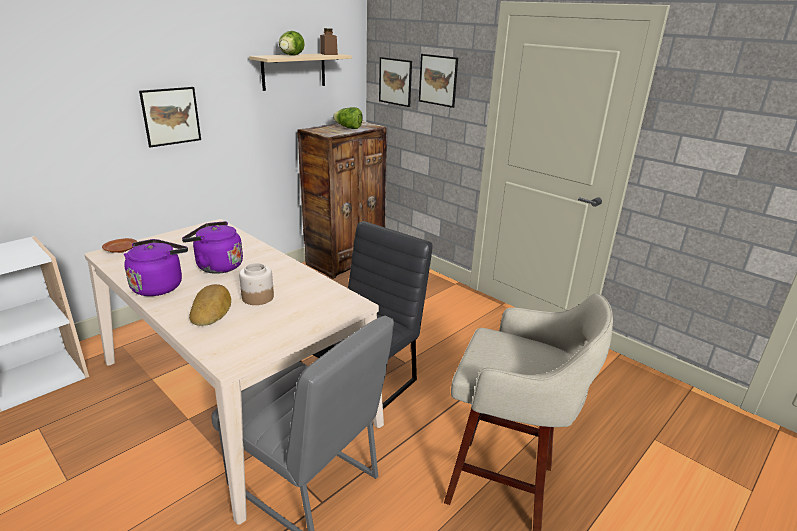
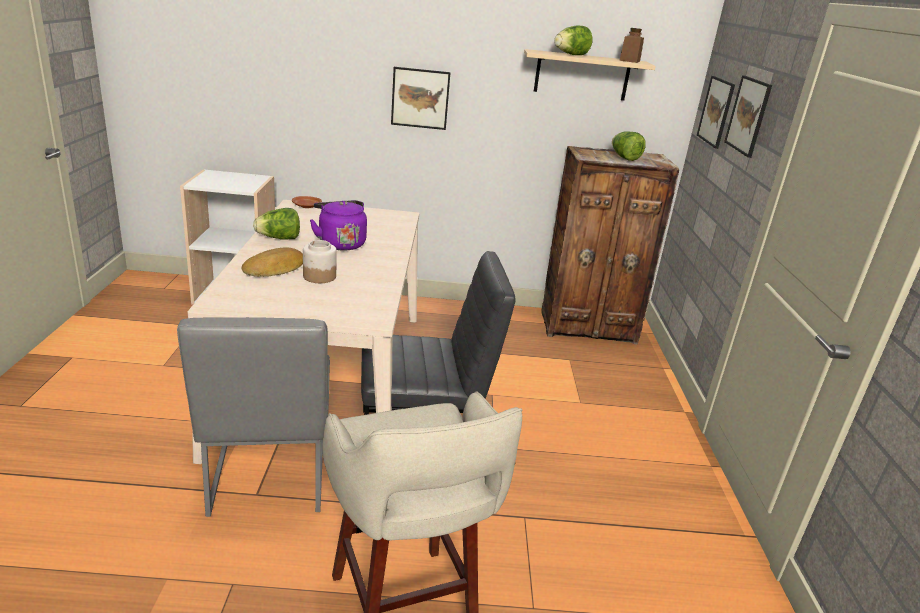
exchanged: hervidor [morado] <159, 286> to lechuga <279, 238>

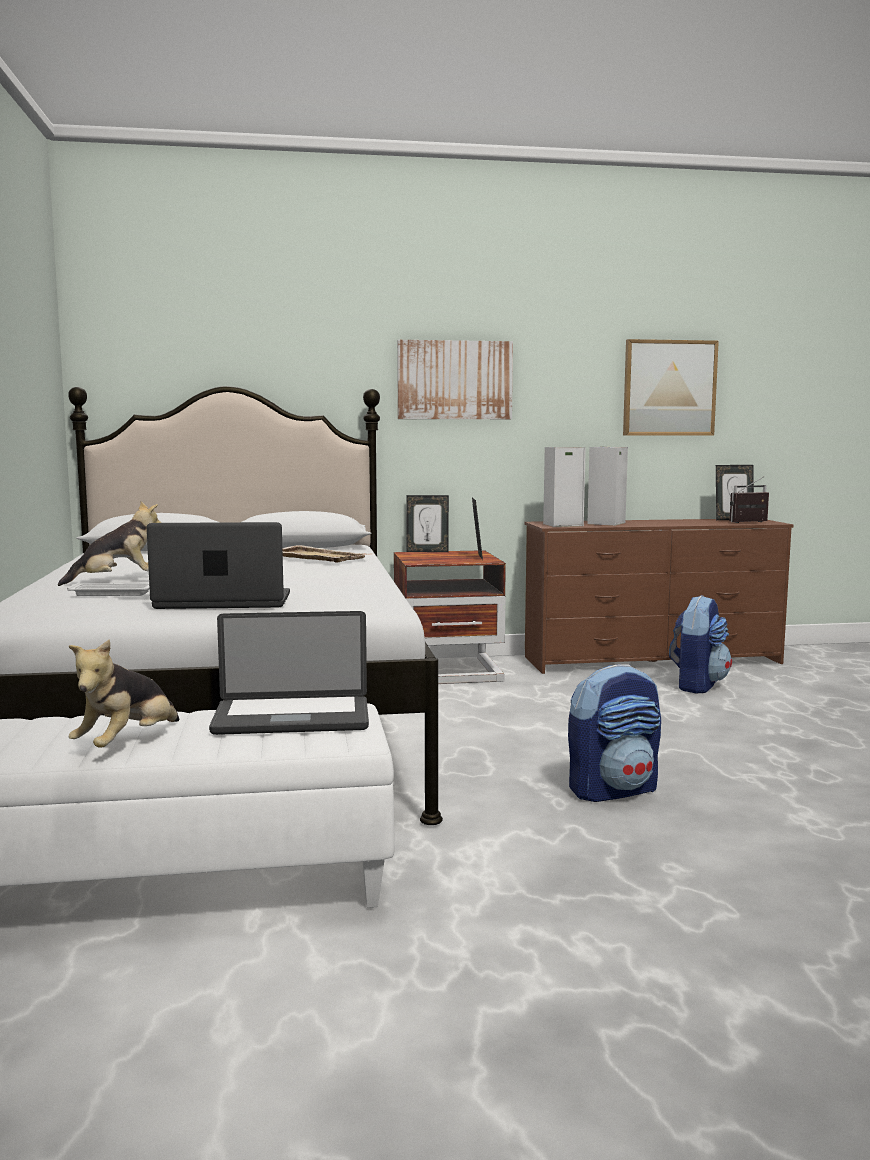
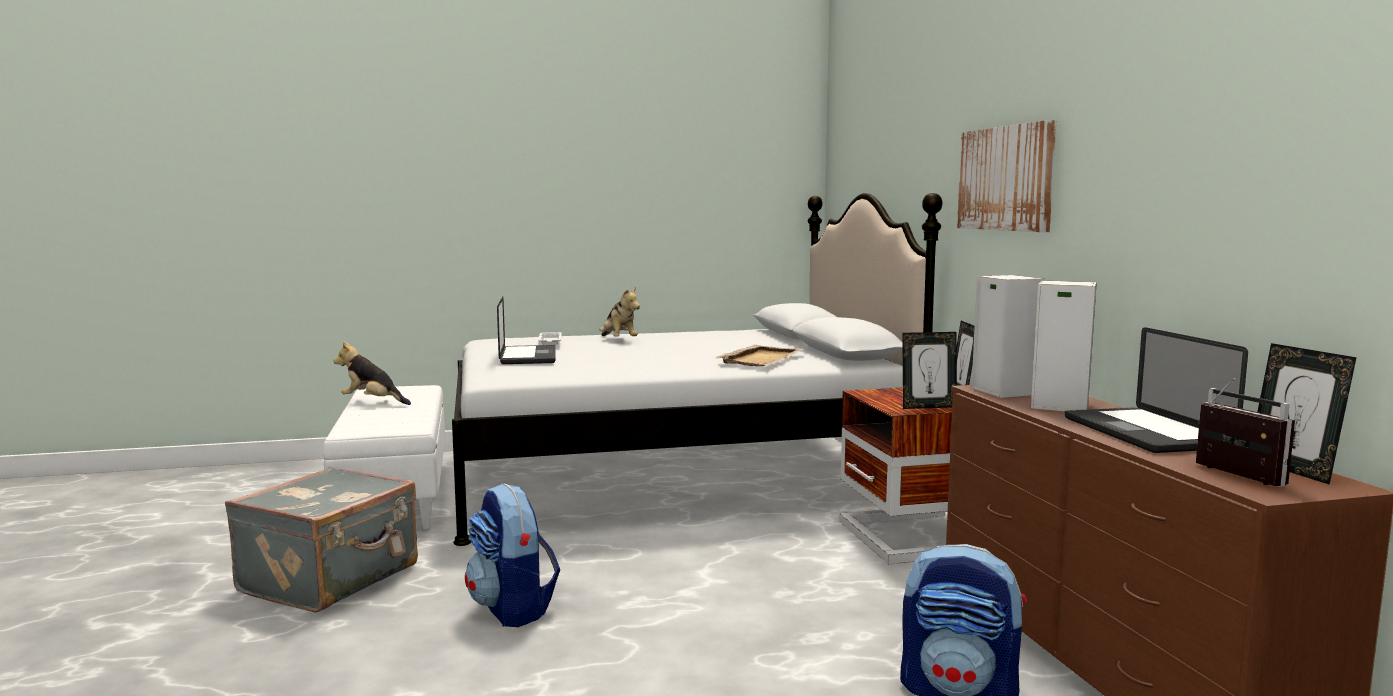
missing: cuadro <669, 388>
appeared: maleta [gris] <332, 579>
relocated: portátil <292, 718> to <1145, 432>

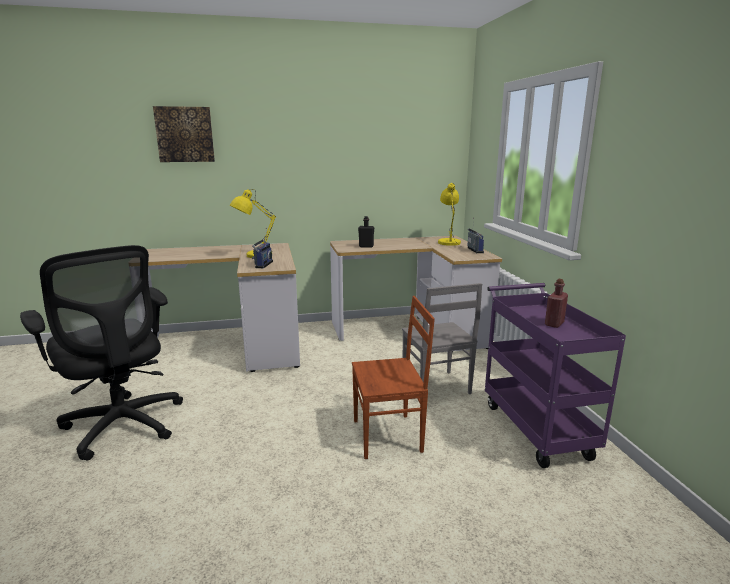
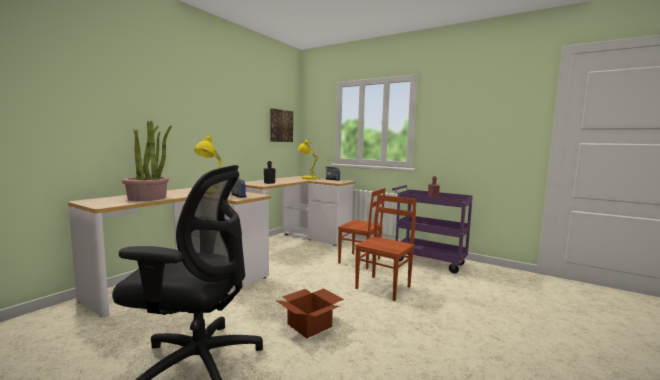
appeared: planta en maceta <147, 198>; caja de cartón <311, 325>
relocated: cuadro <185, 134> to <280, 126>
colour: silla [gris] <435, 387> to silla [marrón] <360, 261>

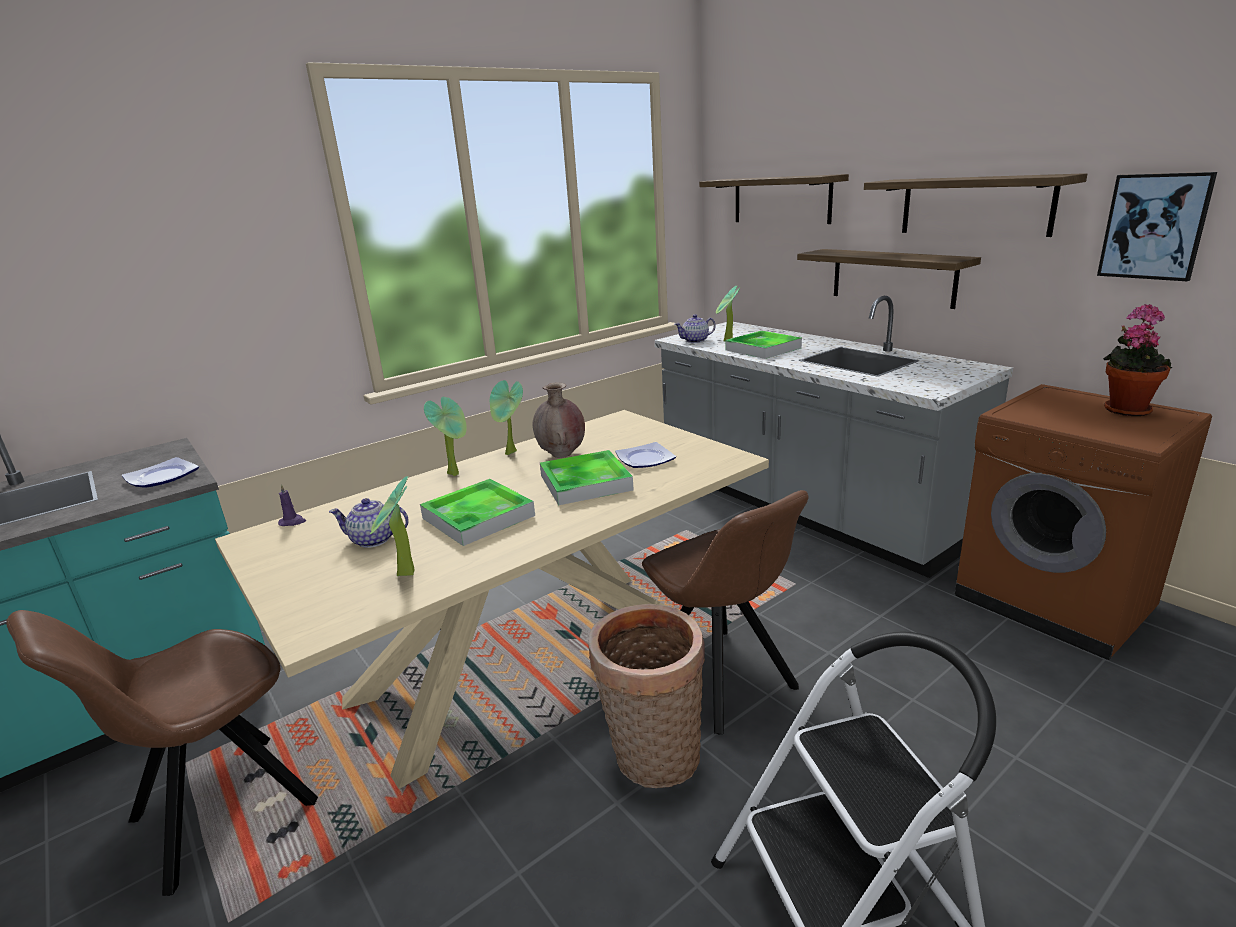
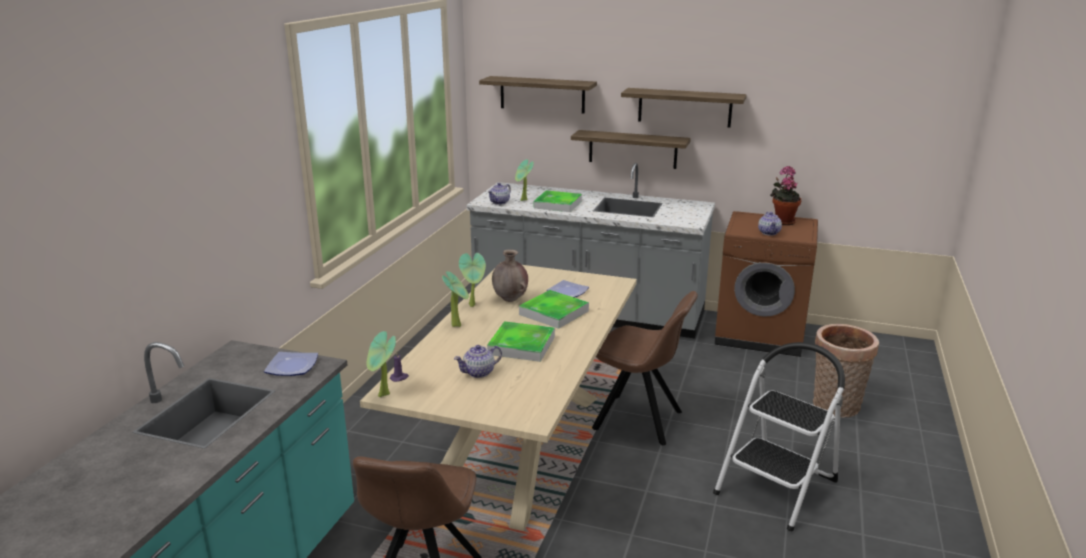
missing: cuadro <1154, 226>
appeared: tetera <769, 232>
relocated: planta en maceta <403, 576> to <383, 396>; cesta <652, 759> to <835, 408>

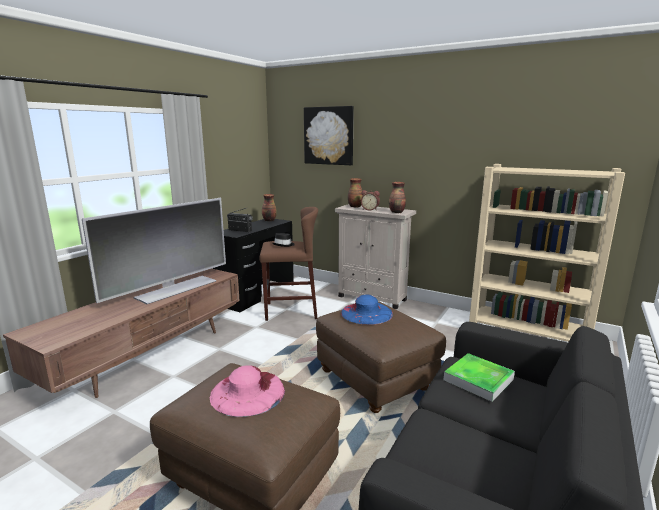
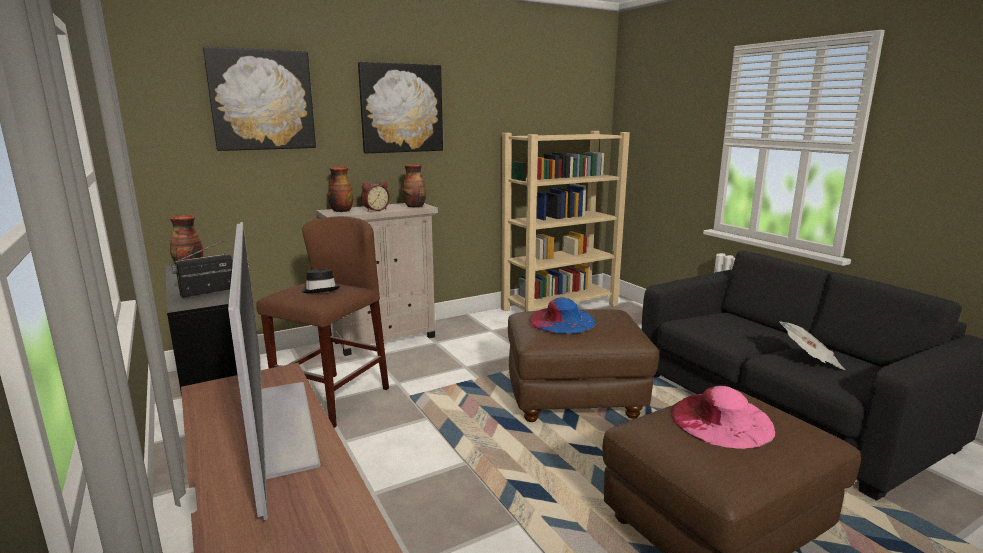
missing: bandeja <478, 379>
appeared: cuadro <401, 108>; periódico <809, 360>

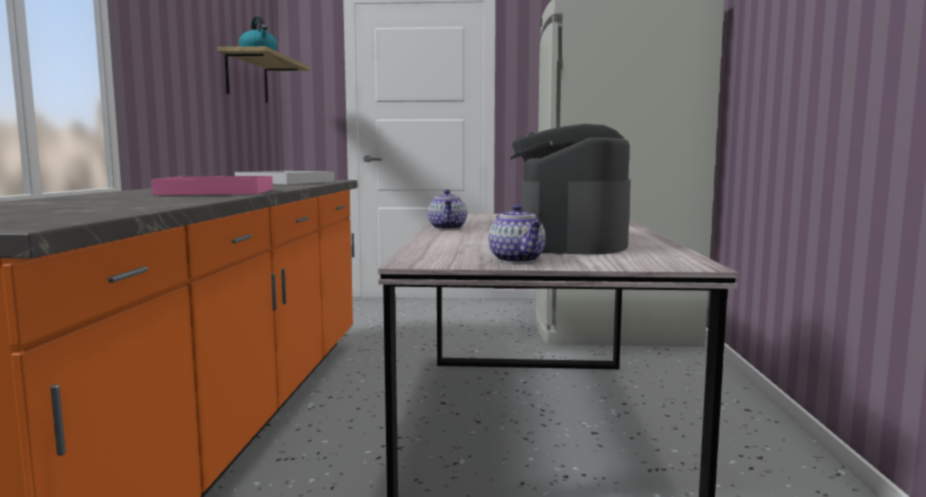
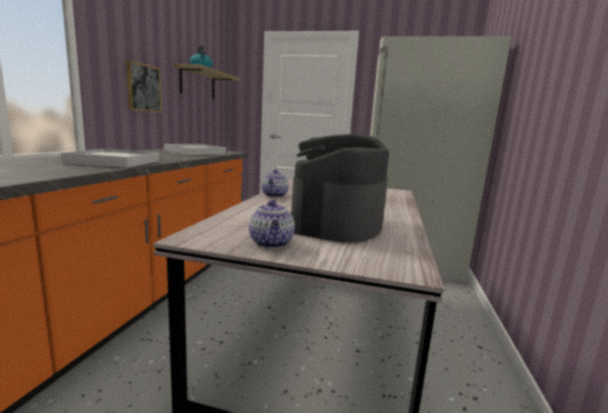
appeared: cuadro <143, 88>
colour: bandeja [rosa] <217, 192> to bandeja [blanco] <114, 162>

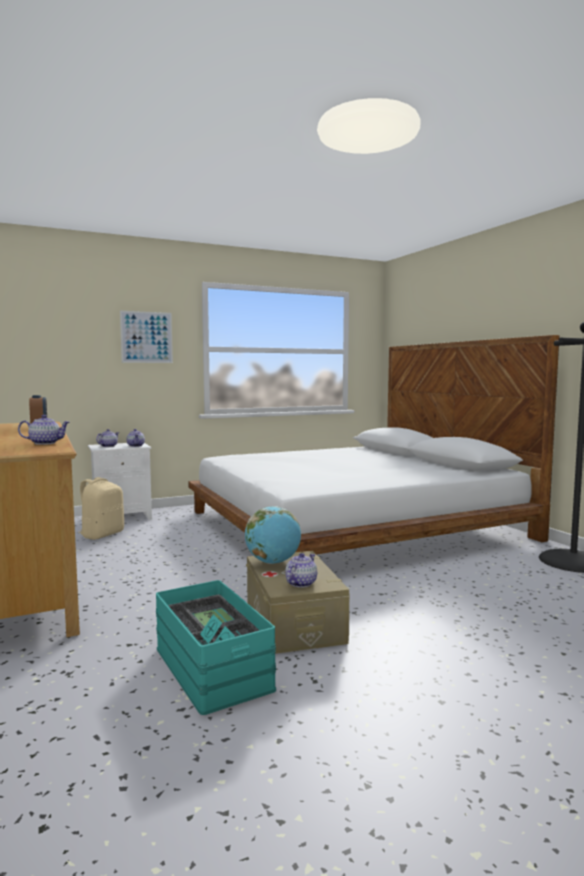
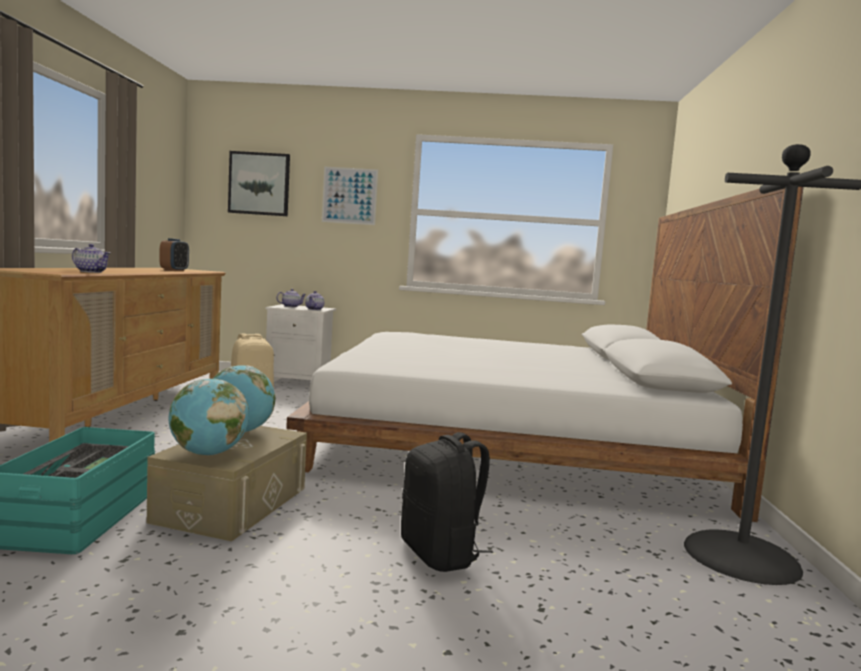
appeared: cuadro <259, 184>; mochila [negro] <441, 554>
exchanged: tetera <301, 583> to globo terráqueo <208, 454>

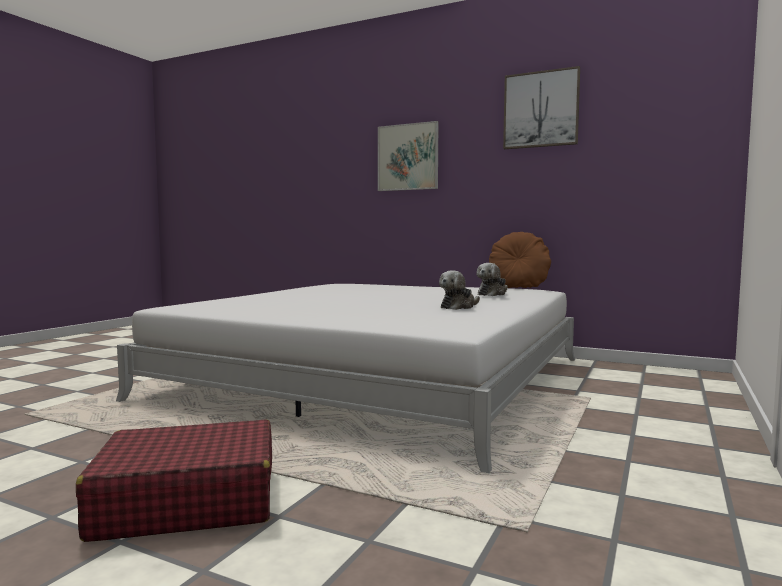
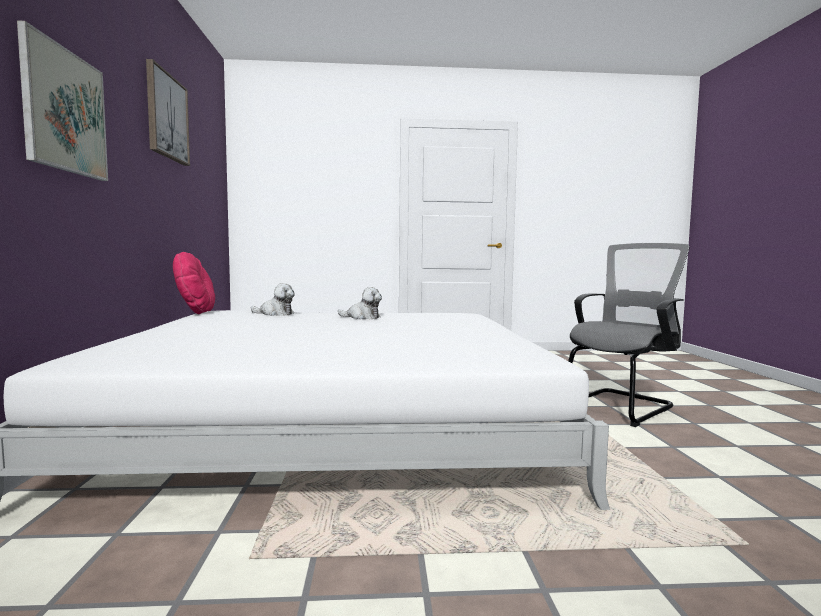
exchanged: maleta [rojo] <187, 502> to silla <620, 406>
colour: cojín [marrón] <519, 287> to cojín [rosa] <195, 313>

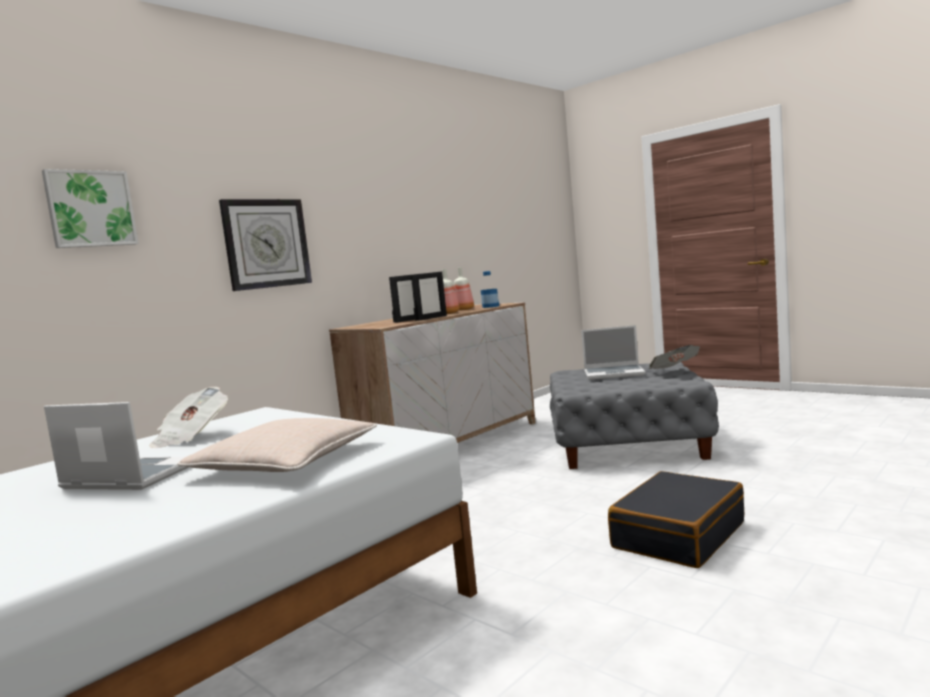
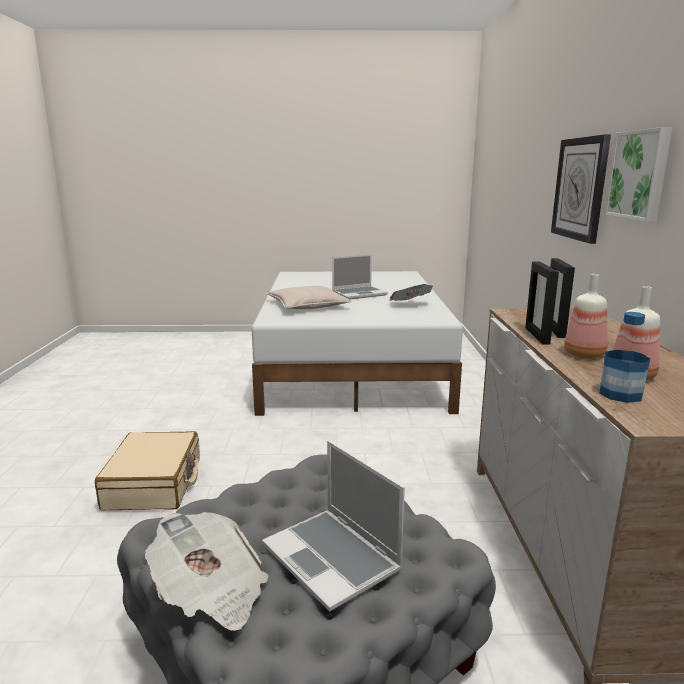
relocated: cuadro <90, 209> to <640, 175>
colour: maleta [negro] <677, 535> to maleta [beis] <154, 484>
spun: portátil <614, 373> = <333, 559> 90 degrees counterclockwise

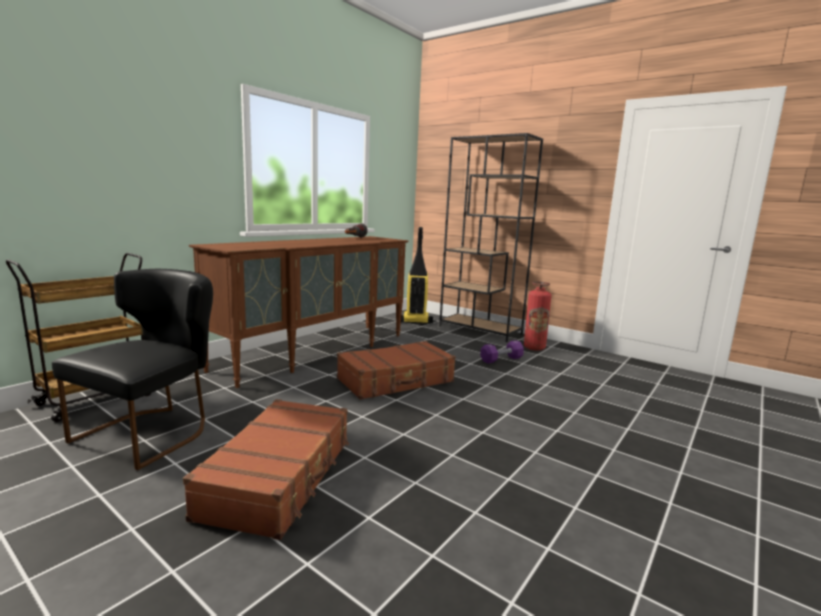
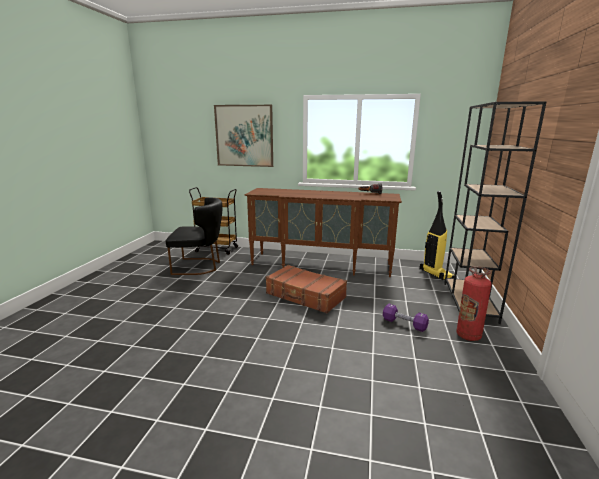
missing: maleta [marrón] <280, 477>
appeared: cuadro <244, 136>

